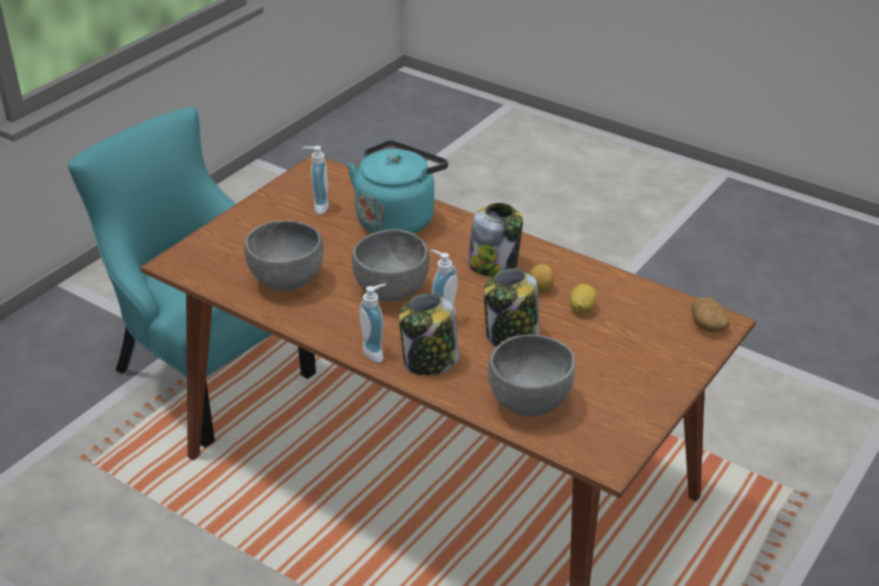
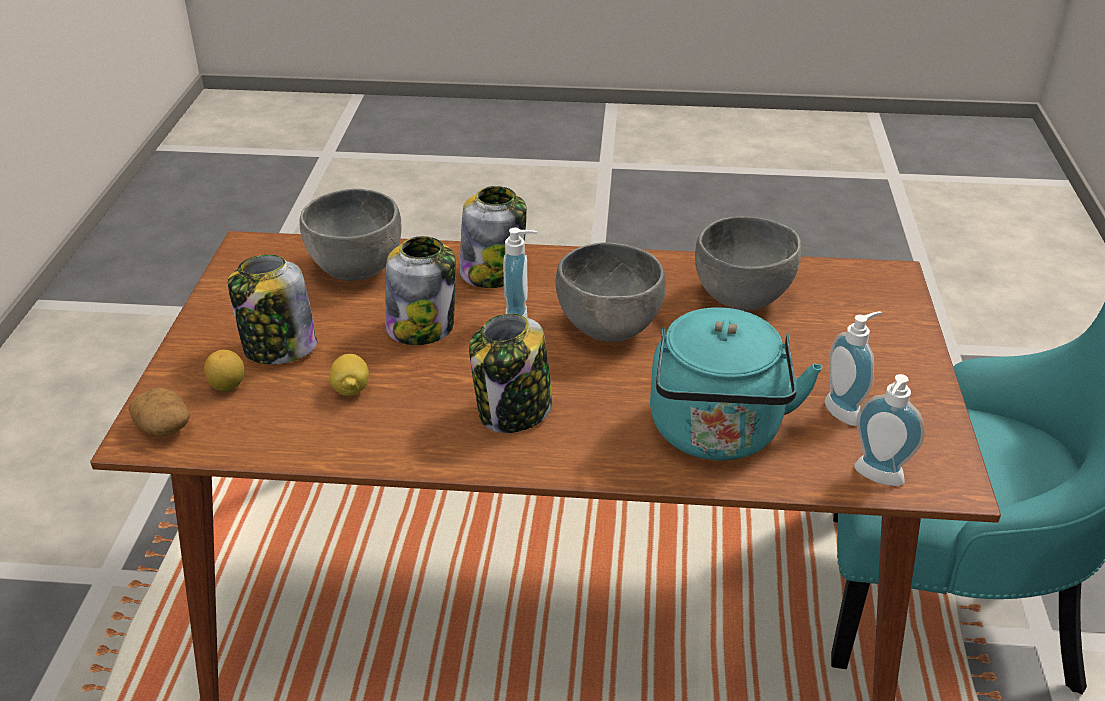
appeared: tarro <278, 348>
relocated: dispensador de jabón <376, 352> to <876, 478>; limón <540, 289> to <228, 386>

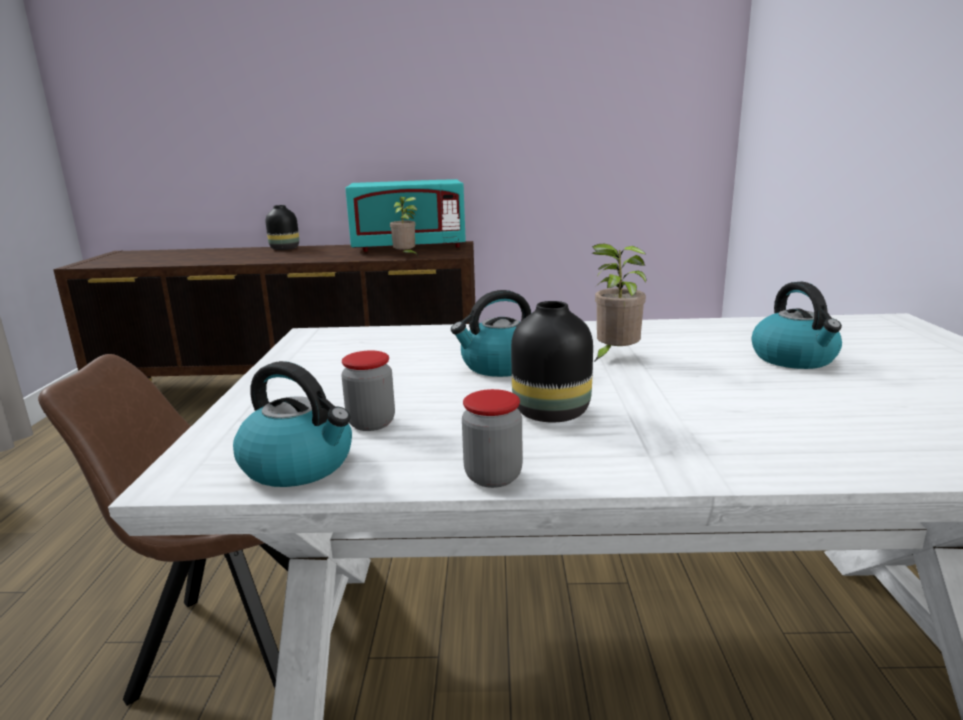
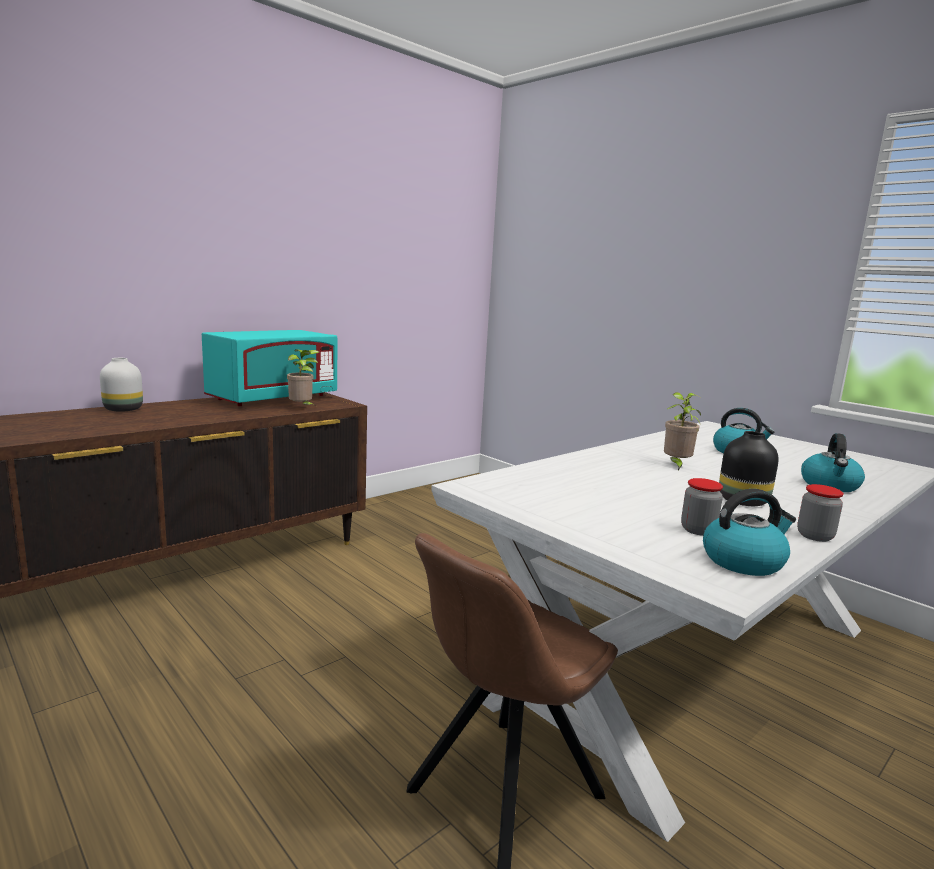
relocated: hervidor <499, 366> to <830, 485>
colour: florero [negro] <284, 249> to florero [blanco] <123, 410>

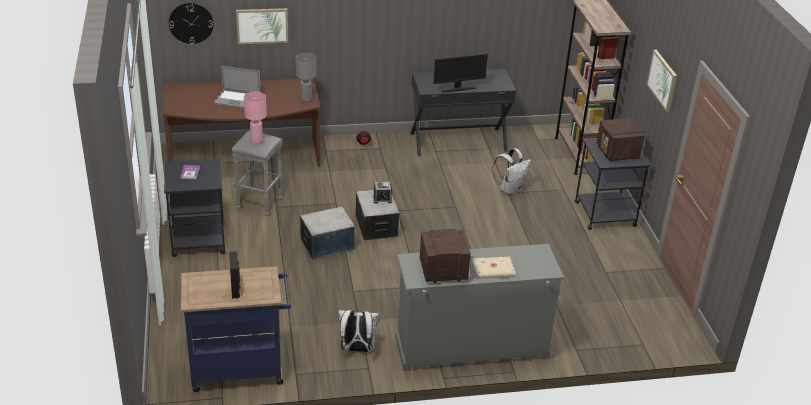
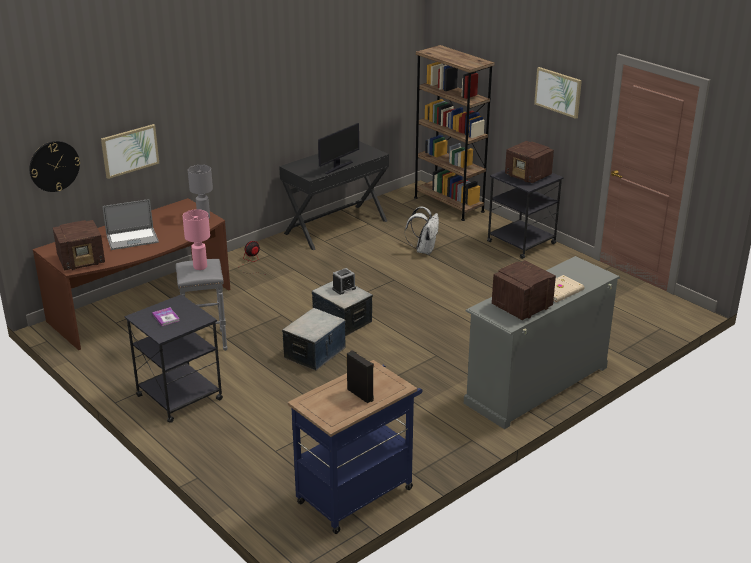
missing: mochila [blanco] <357, 349>
appeared: radio <82, 261>

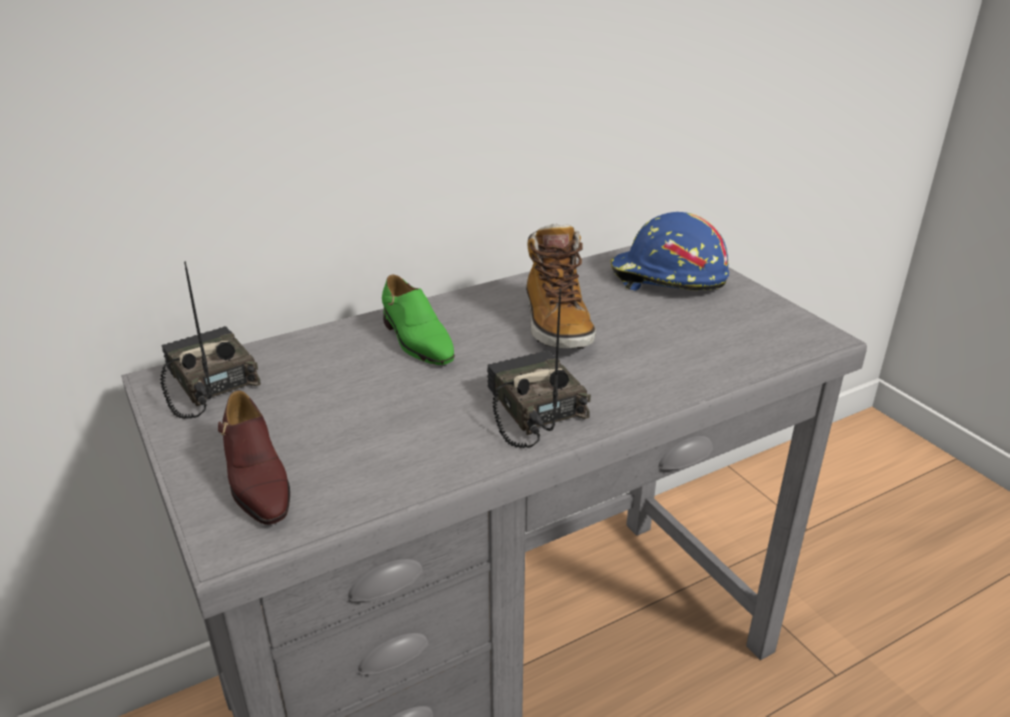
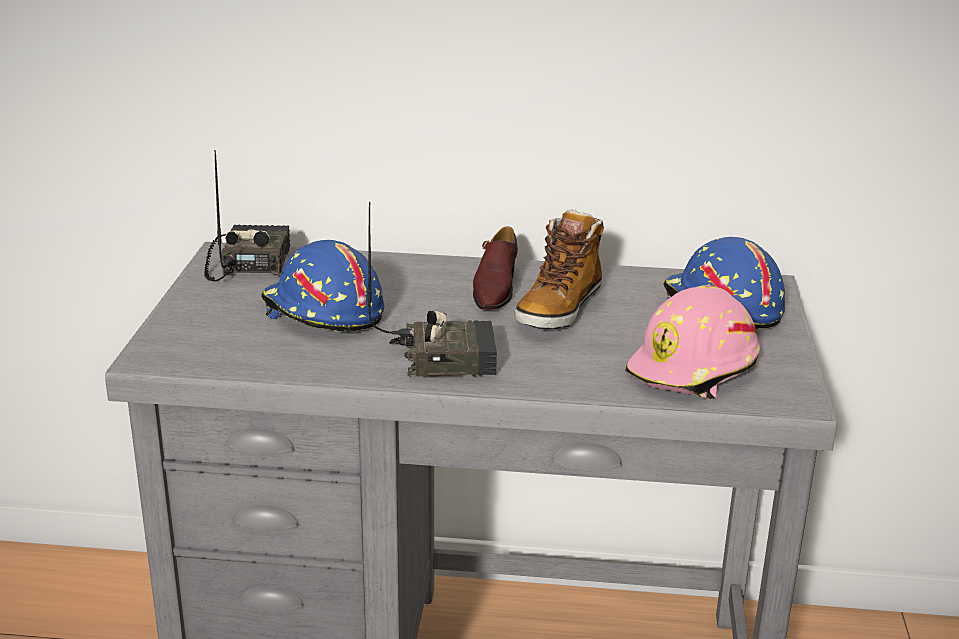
missing: zapato [verde] <416, 340>
appeared: casco [azul] <322, 313>; casco [rosa] <694, 369>
relocated: zapato [marrón] <256, 480> to <494, 289>
spun: radio <531, 408> = <445, 357> 75 degrees clockwise

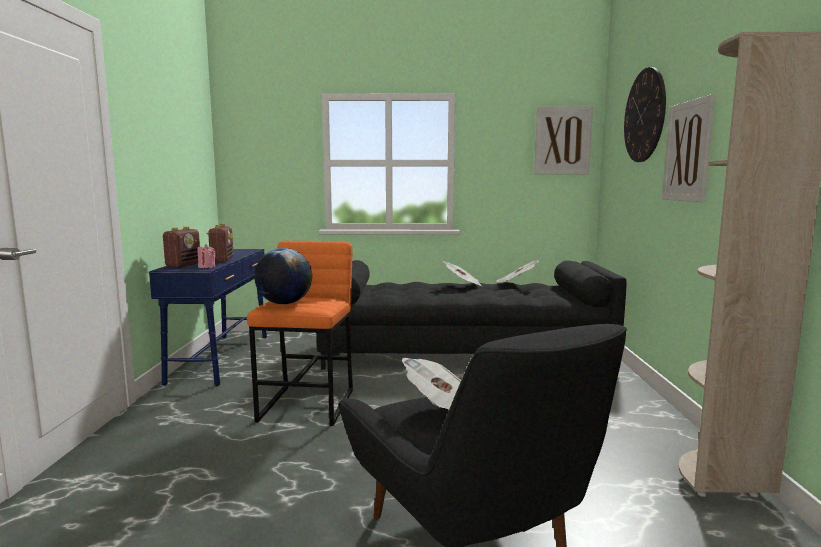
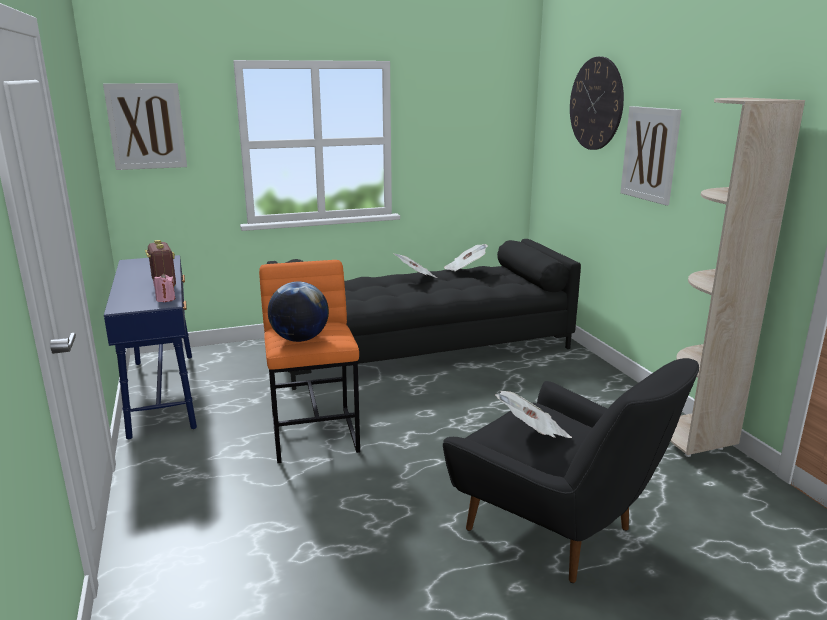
missing: radio <183, 265>
relocated: cuadro <562, 140> to <146, 126>

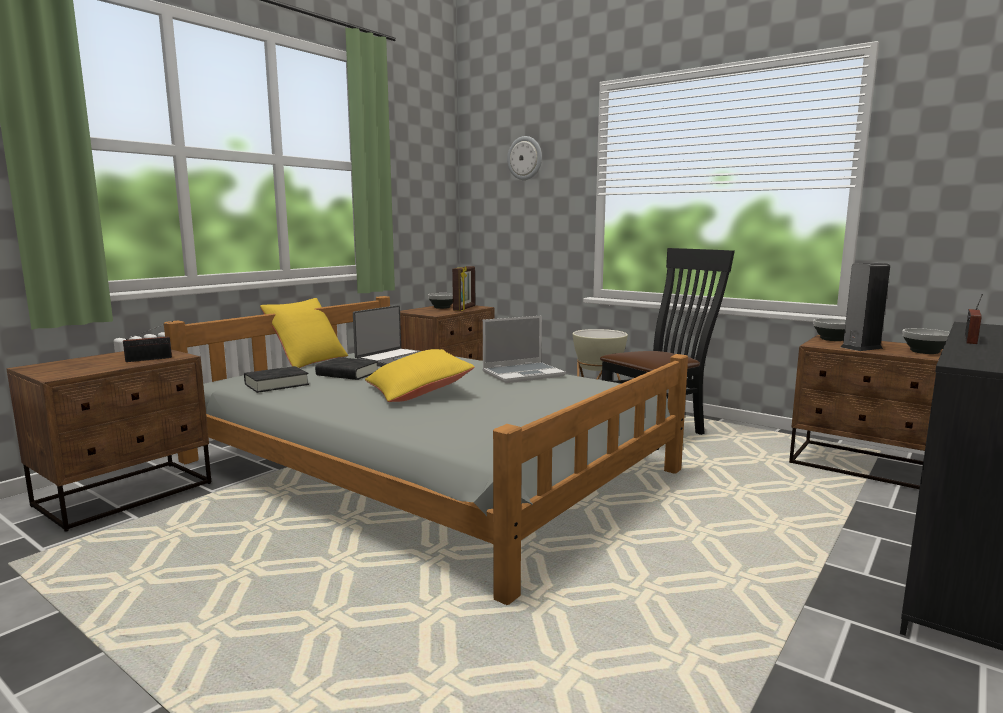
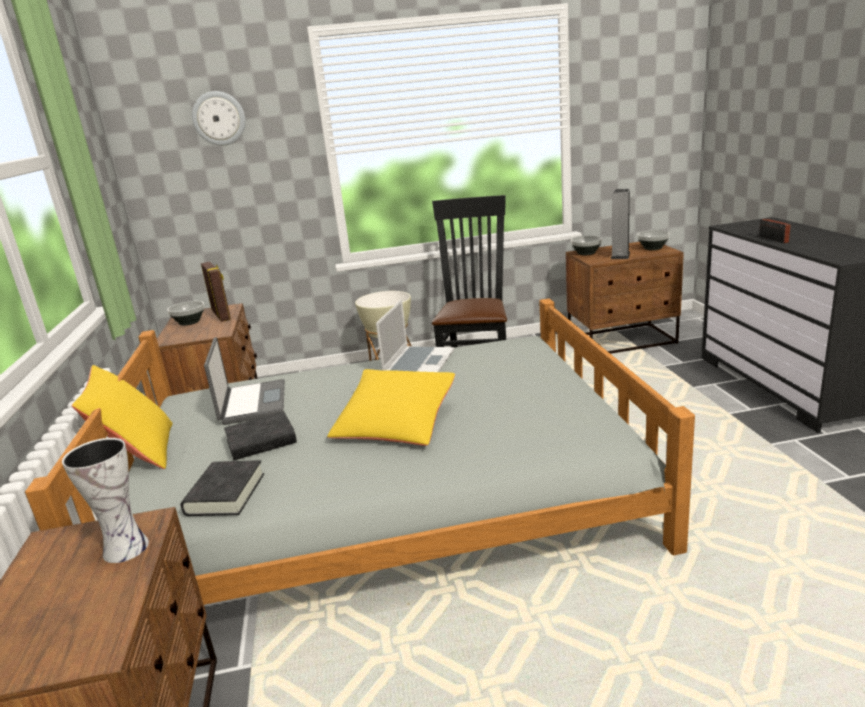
exchanged: radio <151, 359> to florero <125, 547>

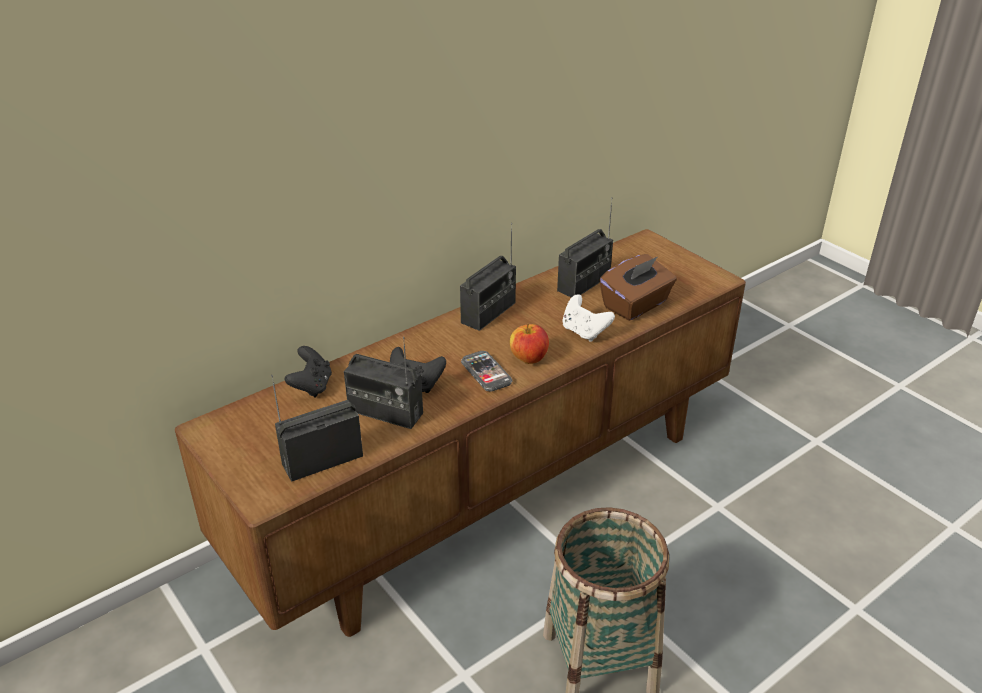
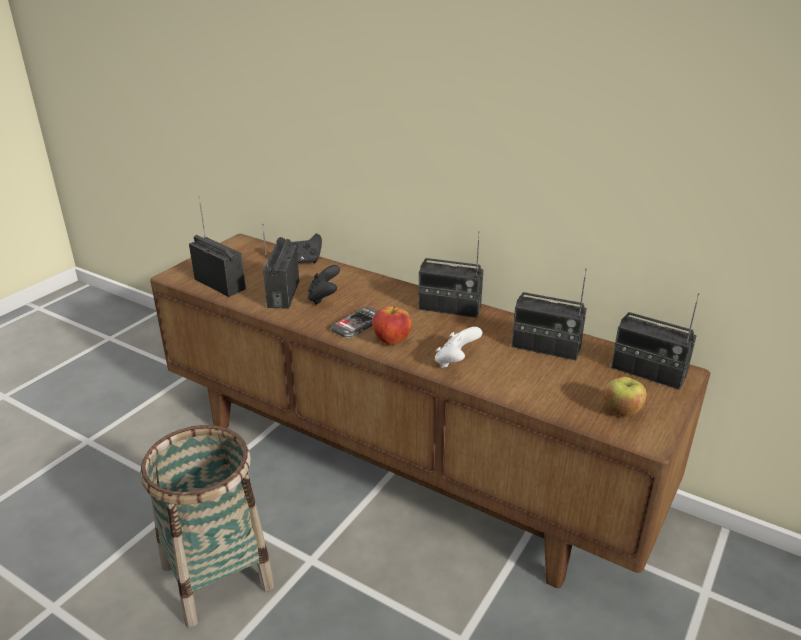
missing: caja de pañuelos [marrón] <636, 305>
appeared: manzana <621, 411>; radio <648, 372>

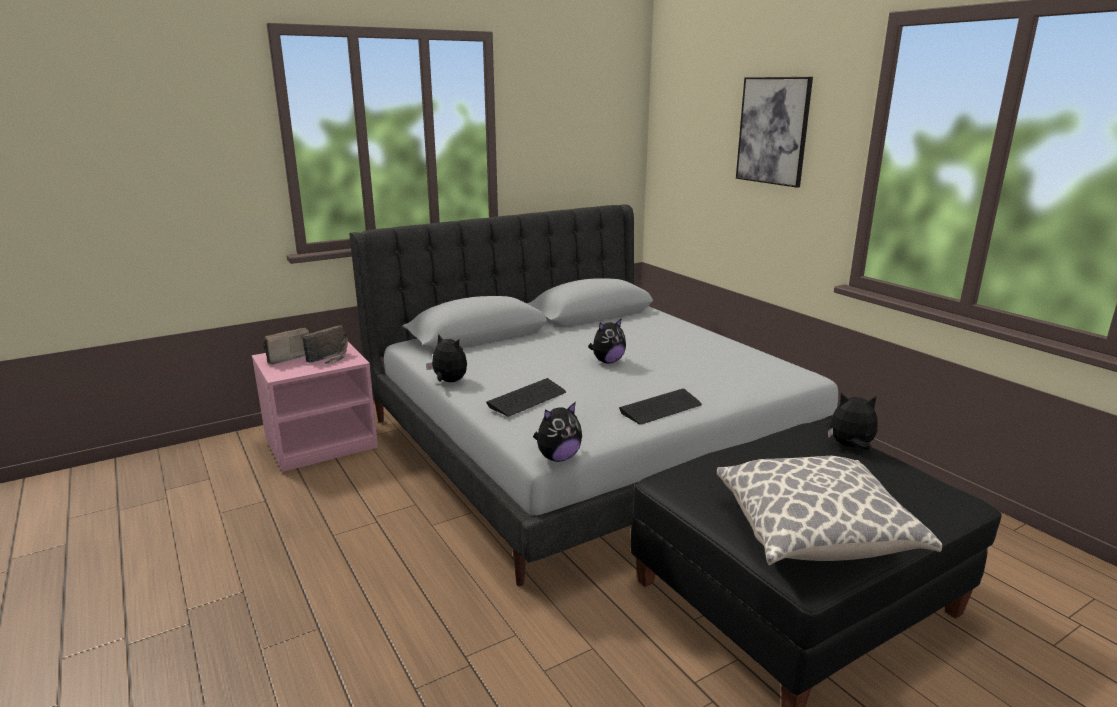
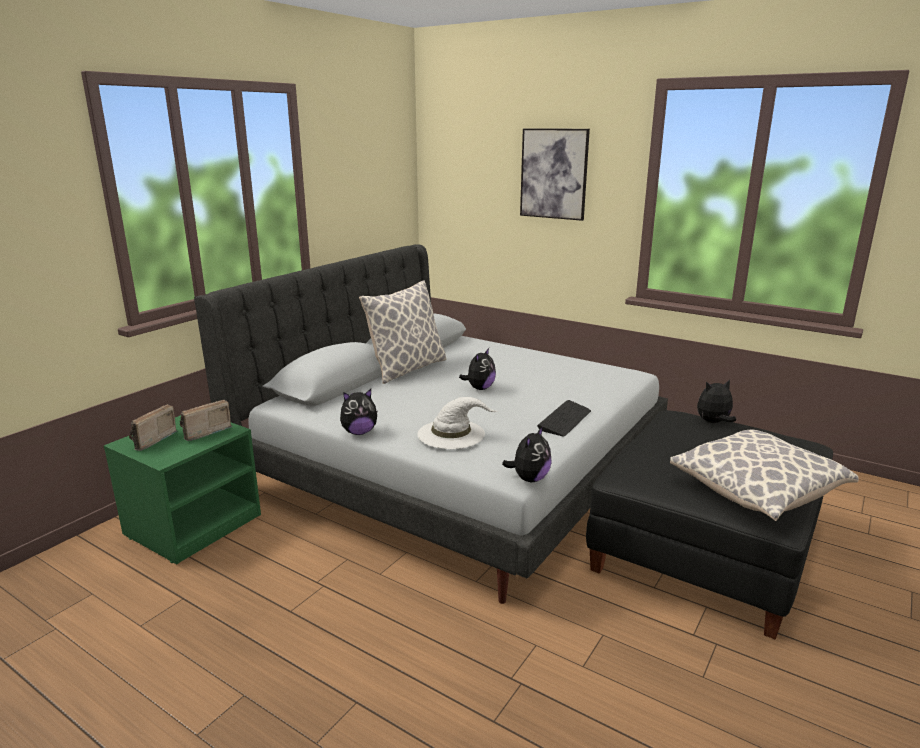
appeared: cojín <407, 369>
exchanged: teclado <527, 399> to sombrero [blanco] <452, 434>
colour: mesita de noche [rosa] <321, 443> to mesita de noche [verde] <193, 524>
spun: radio <331, 358> = <204, 432> 150 degrees counterclockwise; peluche <448, 382> = <359, 432> 150 degrees clockwise

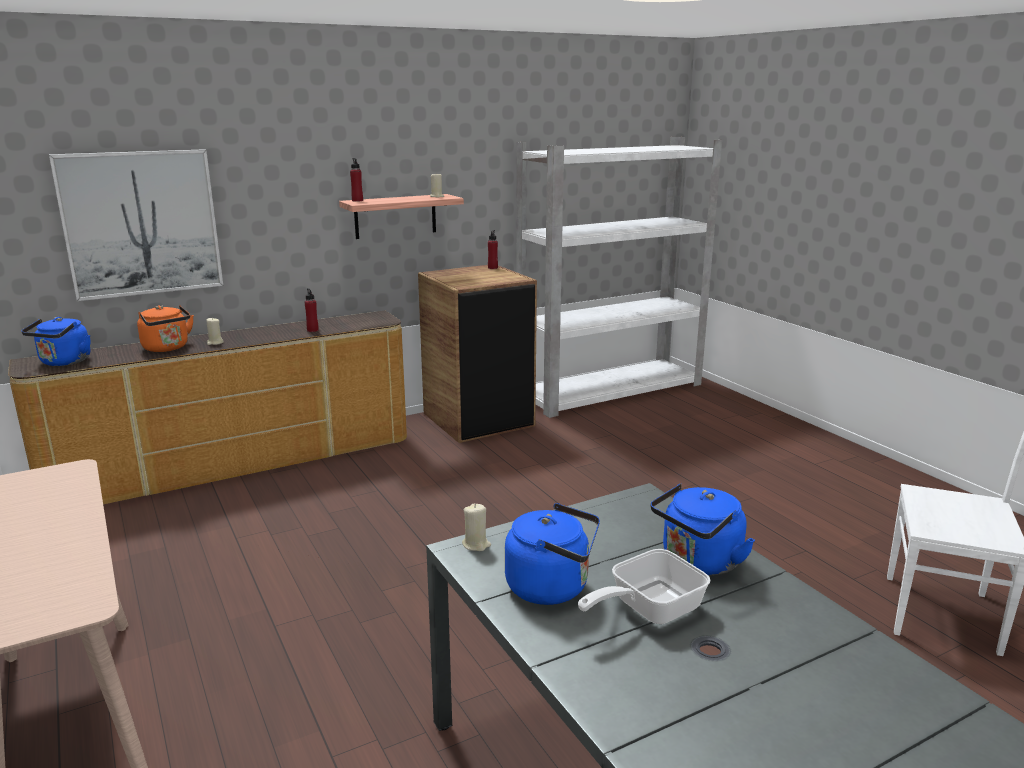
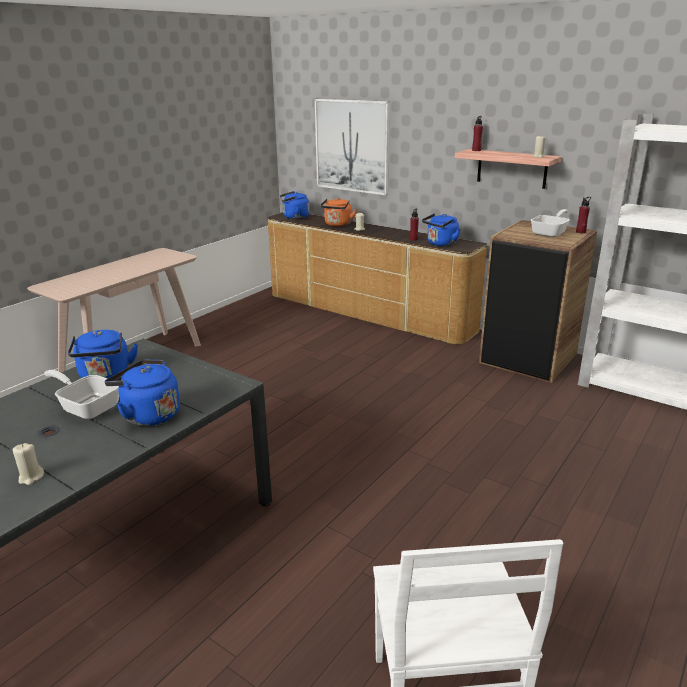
appeared: hervidor [azul] <441, 244>; sartén <550, 233>
relocated: vela [beis] <476, 544> to <31, 477>

